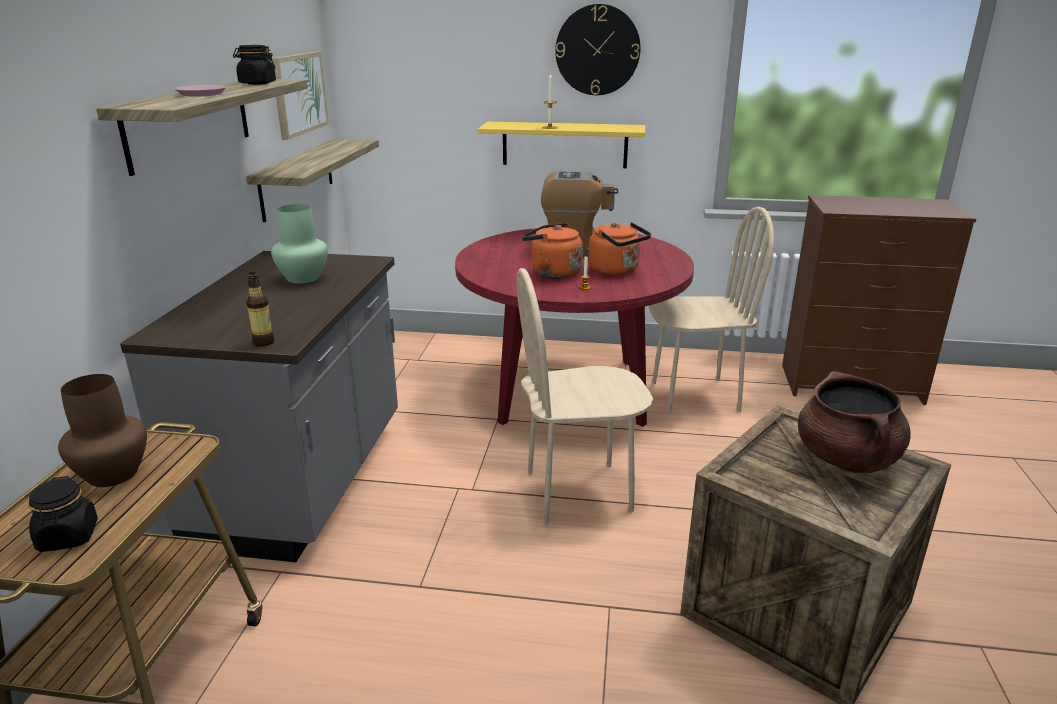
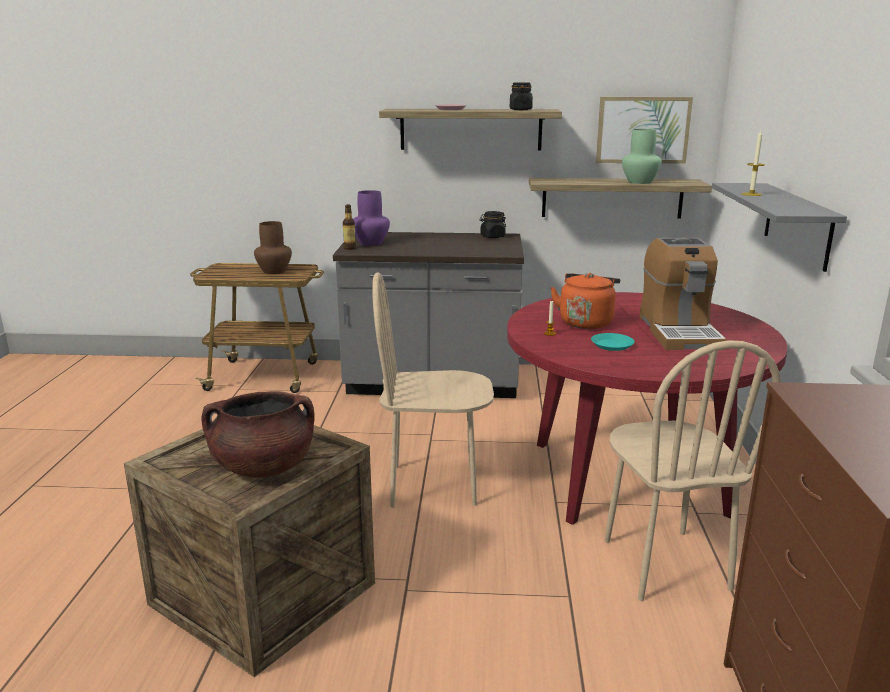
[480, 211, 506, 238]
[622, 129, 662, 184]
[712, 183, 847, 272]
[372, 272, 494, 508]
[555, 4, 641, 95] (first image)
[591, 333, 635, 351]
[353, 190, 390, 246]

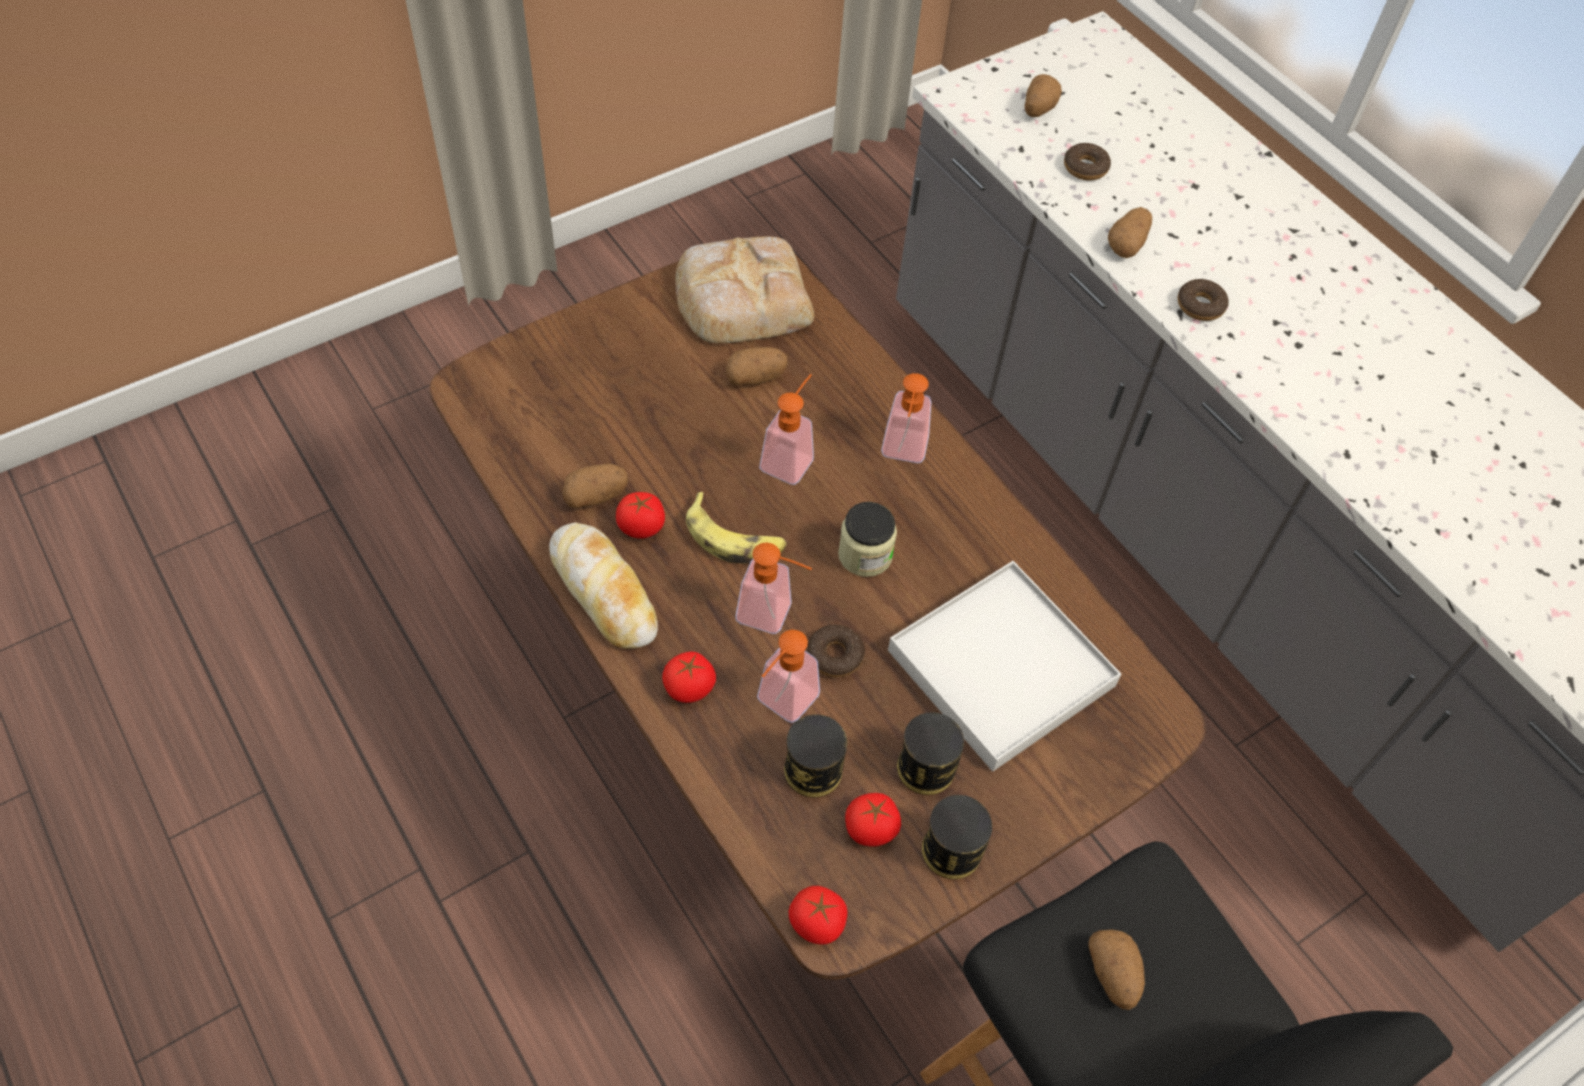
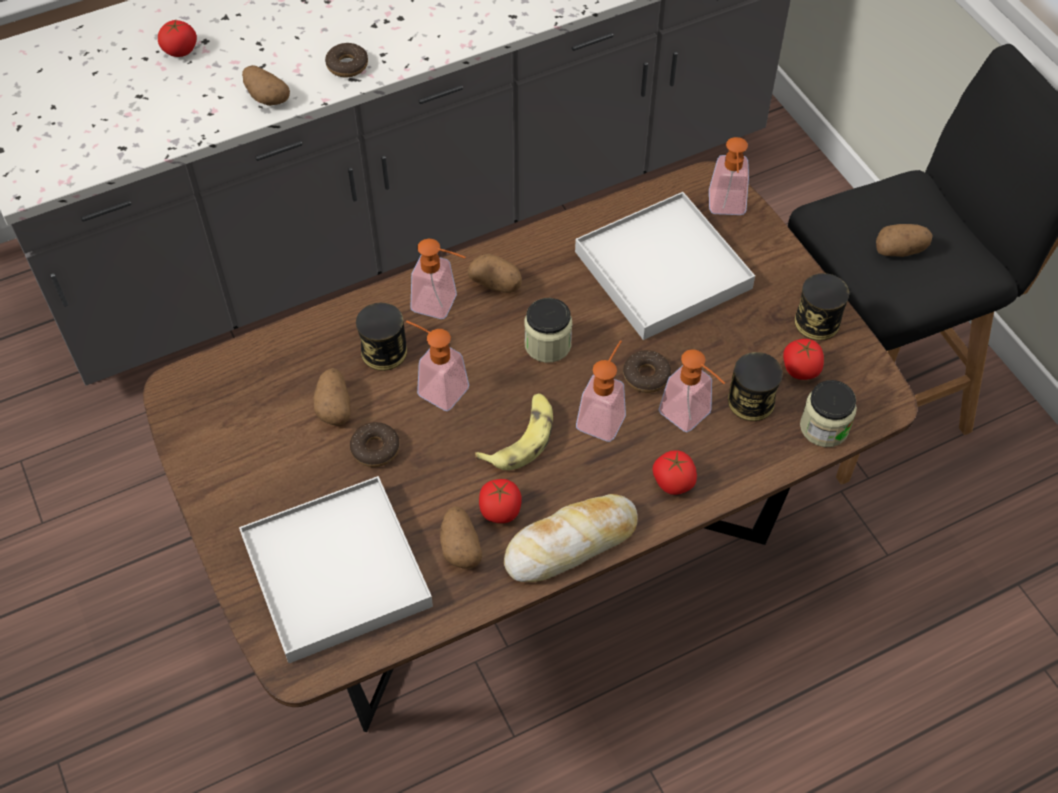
[675, 236, 814, 343] (first image)
[158, 20, 197, 57]
[356, 303, 407, 371]
[467, 254, 522, 293]
[350, 422, 400, 467]
[239, 476, 433, 663]
[709, 137, 749, 215]
[800, 380, 857, 447]

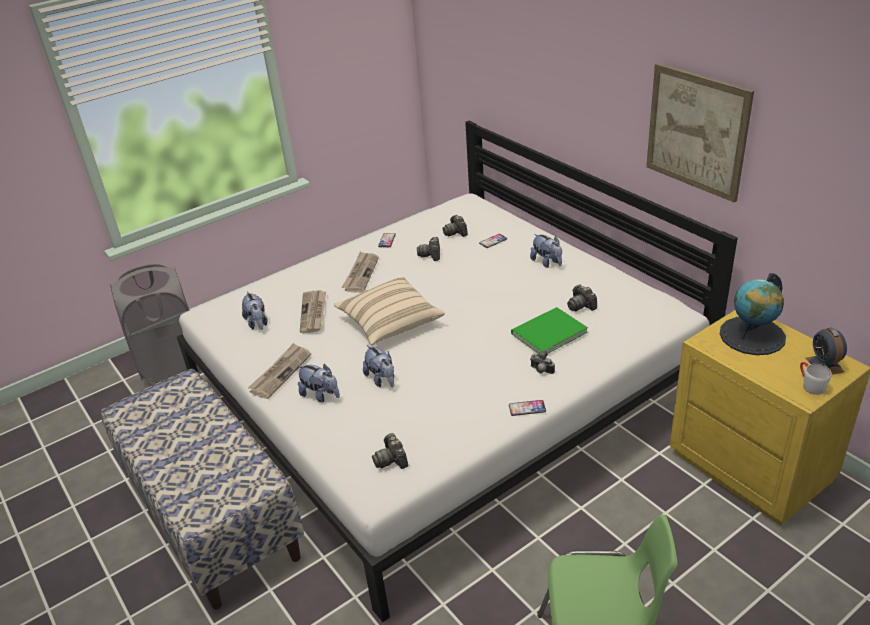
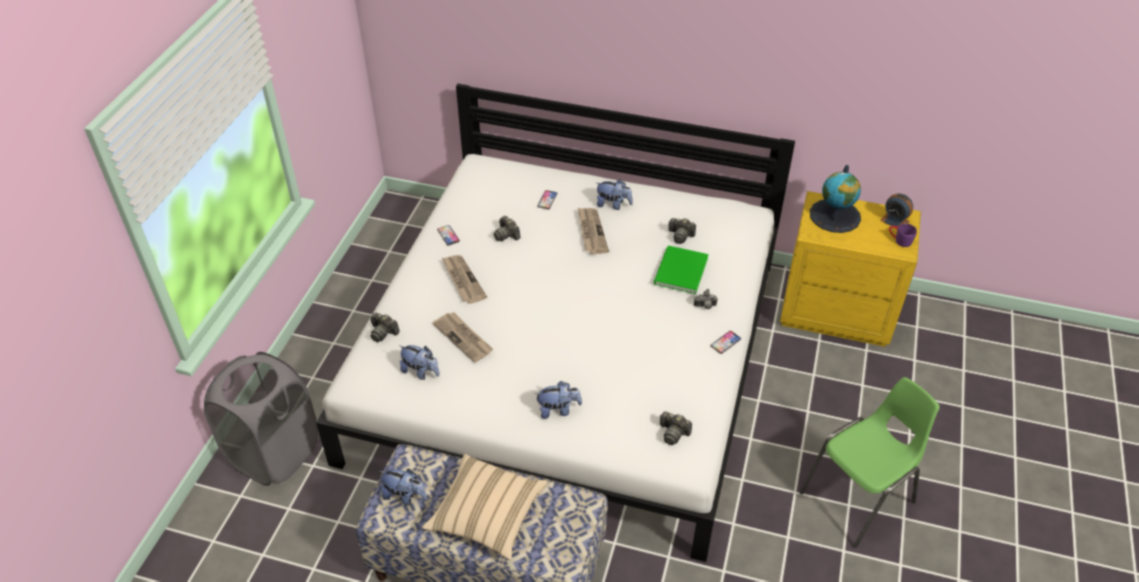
[578, 208, 609, 254]
[422, 454, 548, 560]
[379, 469, 427, 505]
[370, 313, 400, 342]
[646, 63, 754, 203] (first image)
[889, 224, 917, 247]

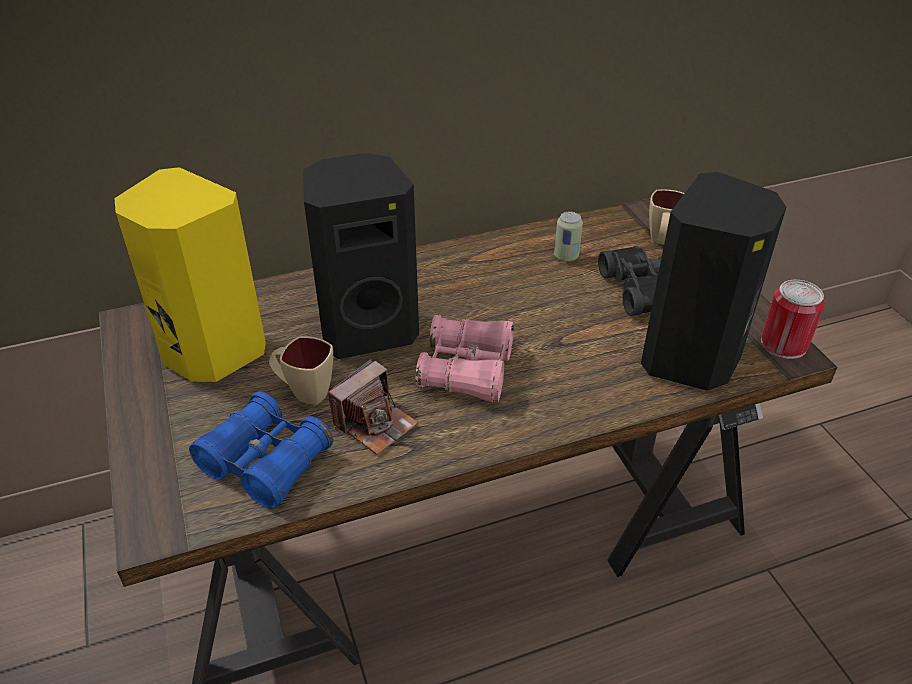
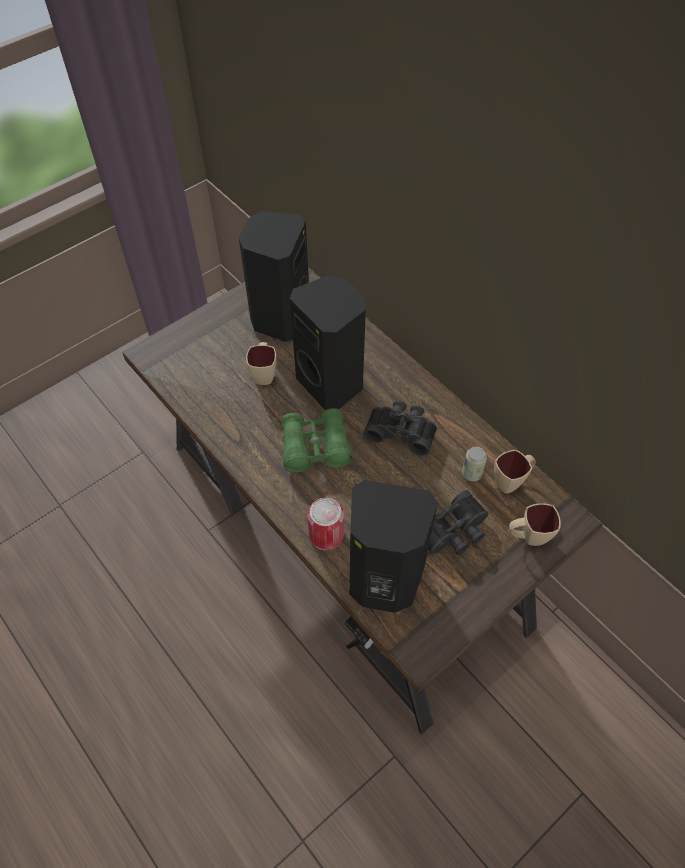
[239, 211, 309, 342]
[189, 391, 334, 509] (first image)
[328, 359, 418, 455] (first image)
[280, 408, 353, 473]
[307, 498, 344, 550]
[363, 400, 437, 456]
[494, 450, 536, 494]

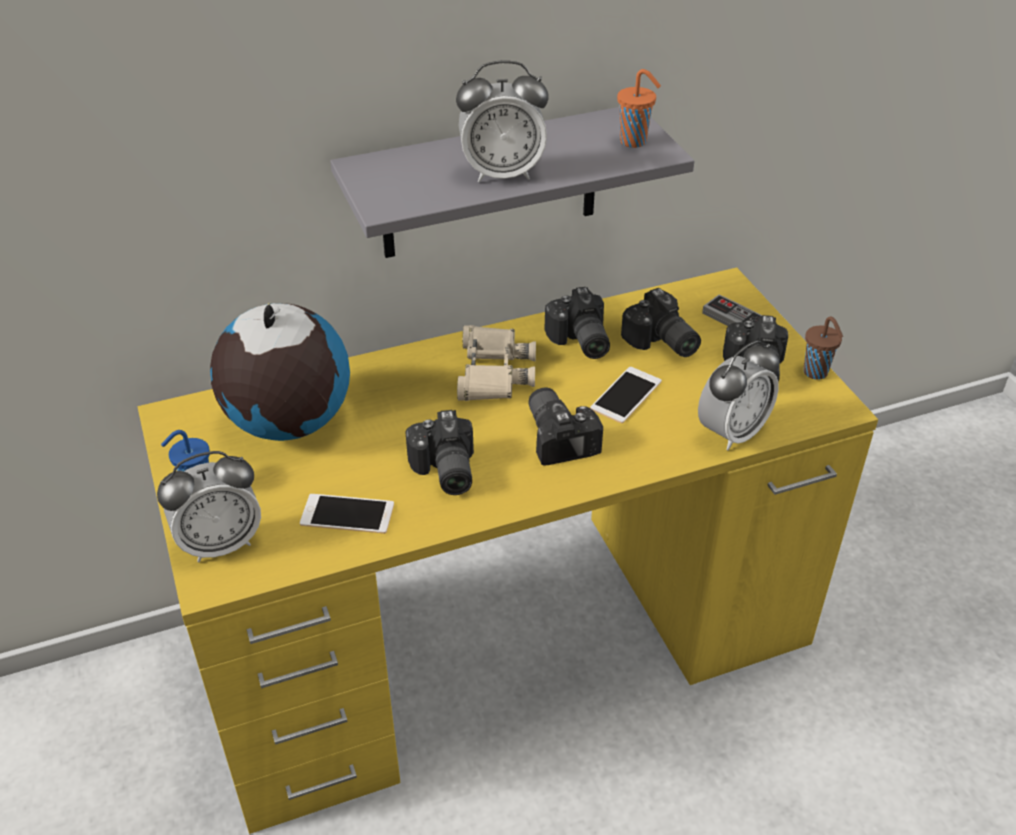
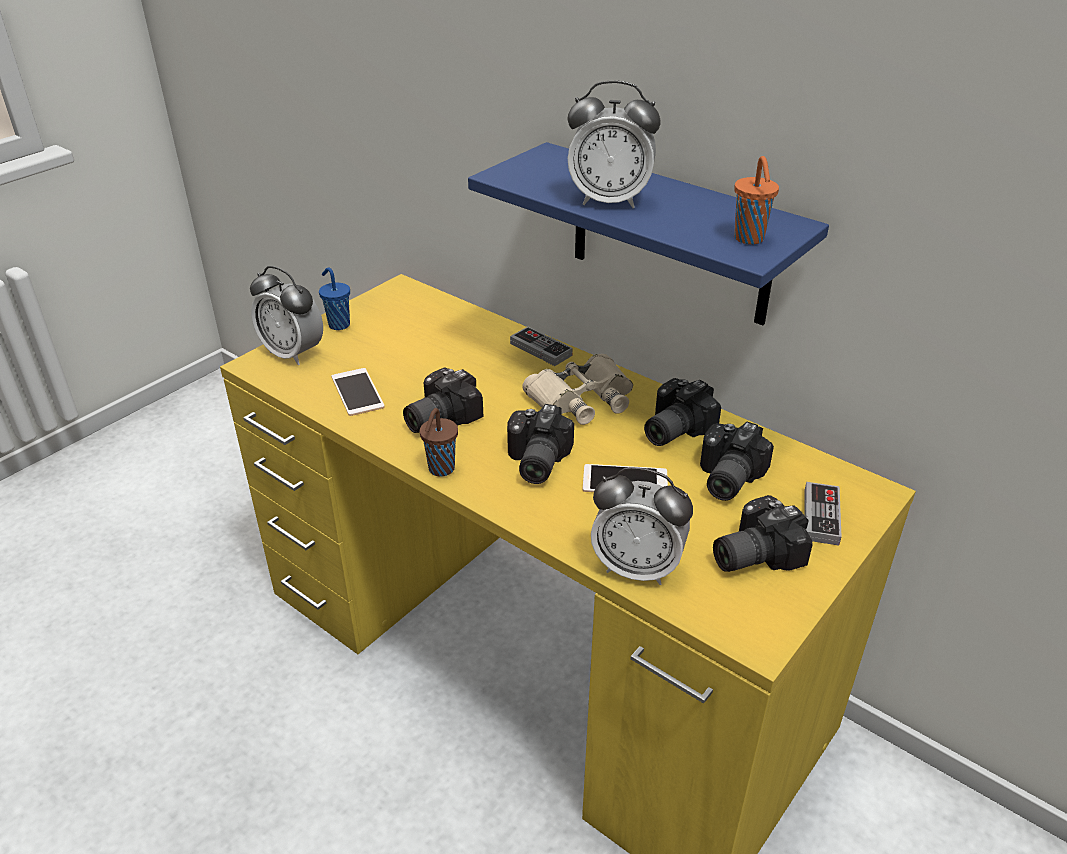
[210, 302, 350, 441] (first image)
[468, 142, 829, 325]
[567, 80, 661, 208]
[507, 404, 574, 484]
[420, 408, 458, 477]
[510, 327, 573, 366]

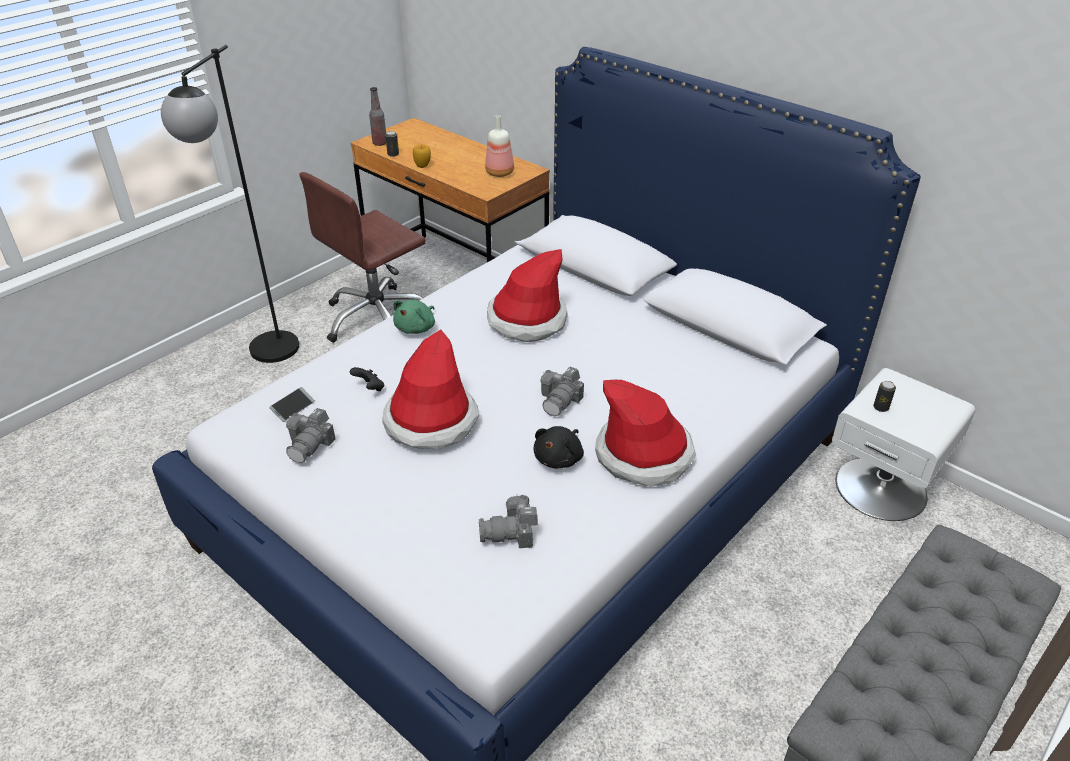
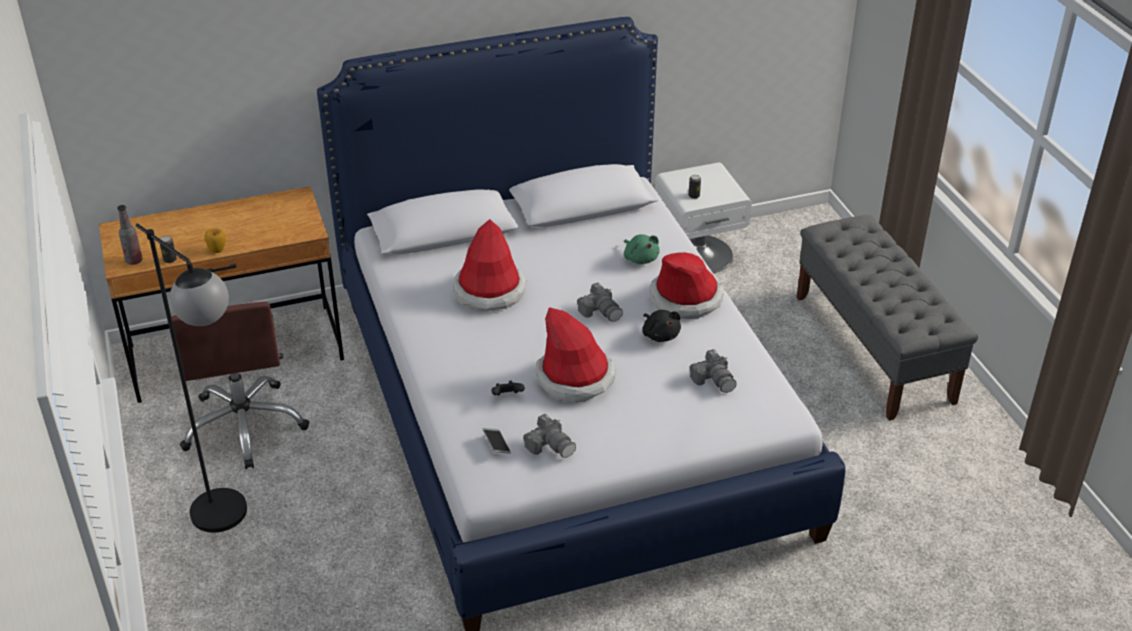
[624, 234, 660, 264]
[689, 349, 737, 393]
[485, 115, 514, 177] (first image)

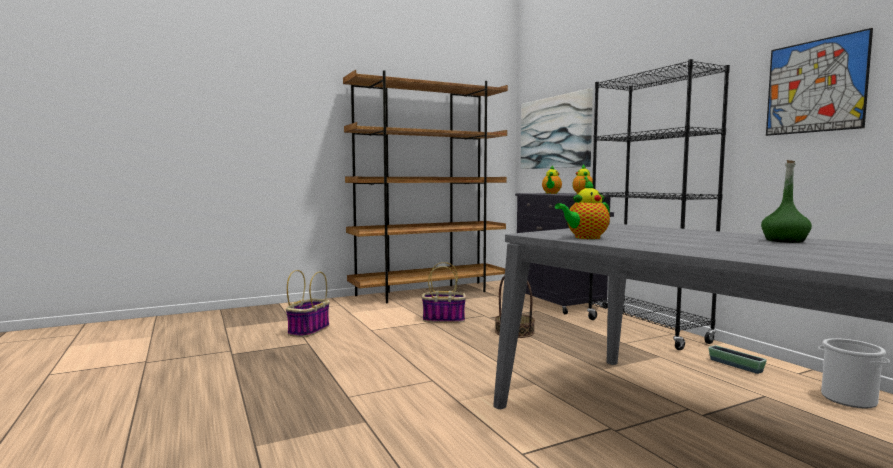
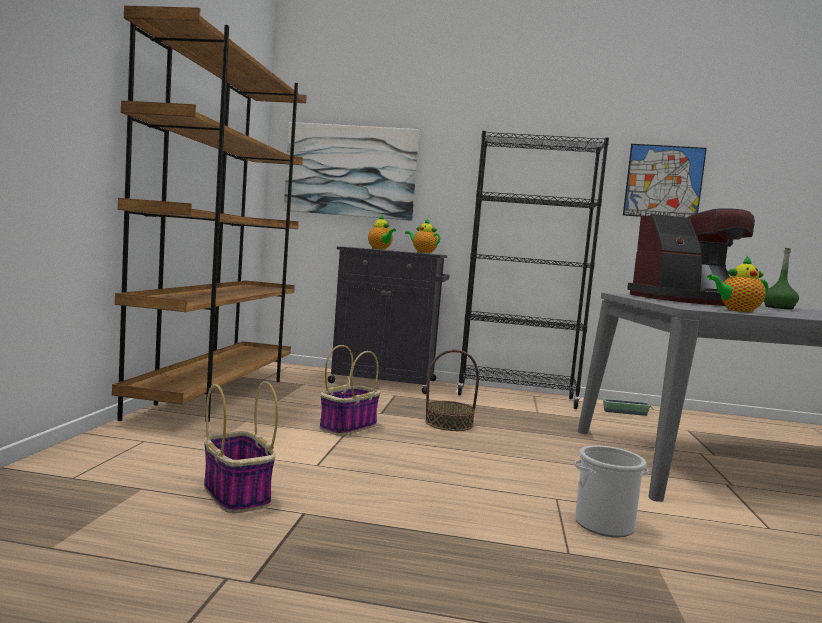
[707, 256, 769, 313]
[574, 446, 648, 538]
[627, 209, 755, 306]

